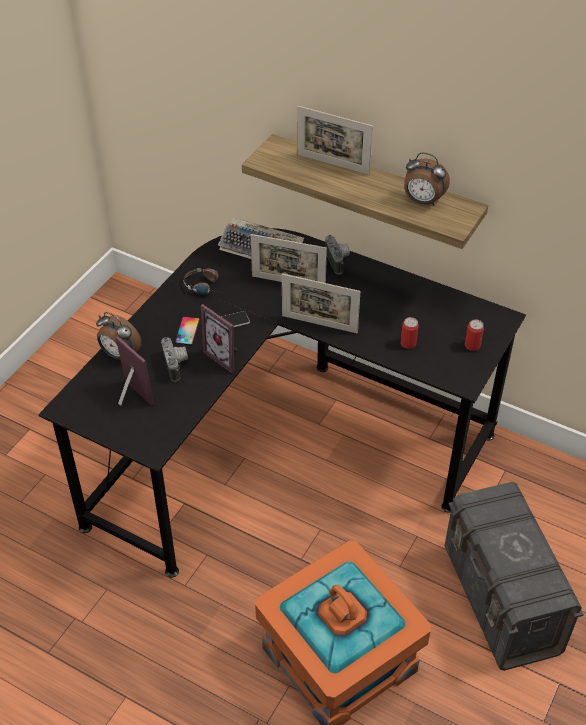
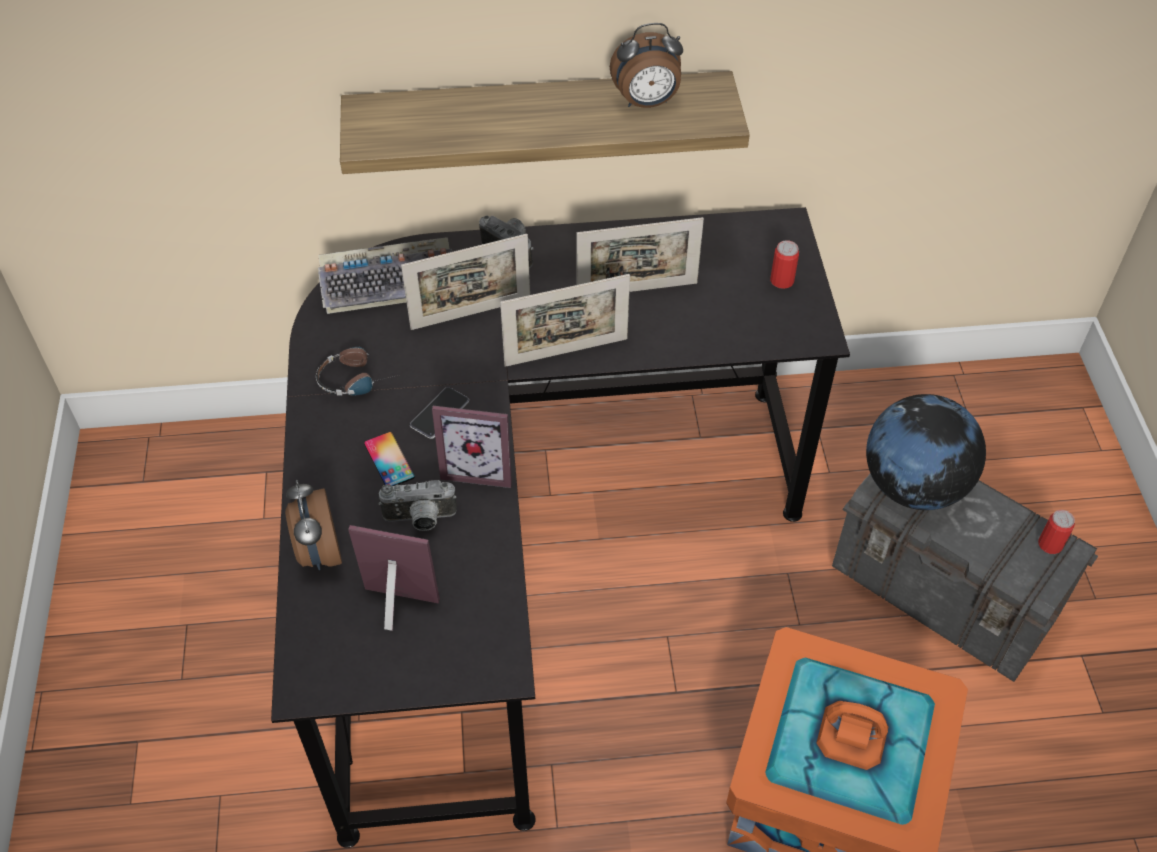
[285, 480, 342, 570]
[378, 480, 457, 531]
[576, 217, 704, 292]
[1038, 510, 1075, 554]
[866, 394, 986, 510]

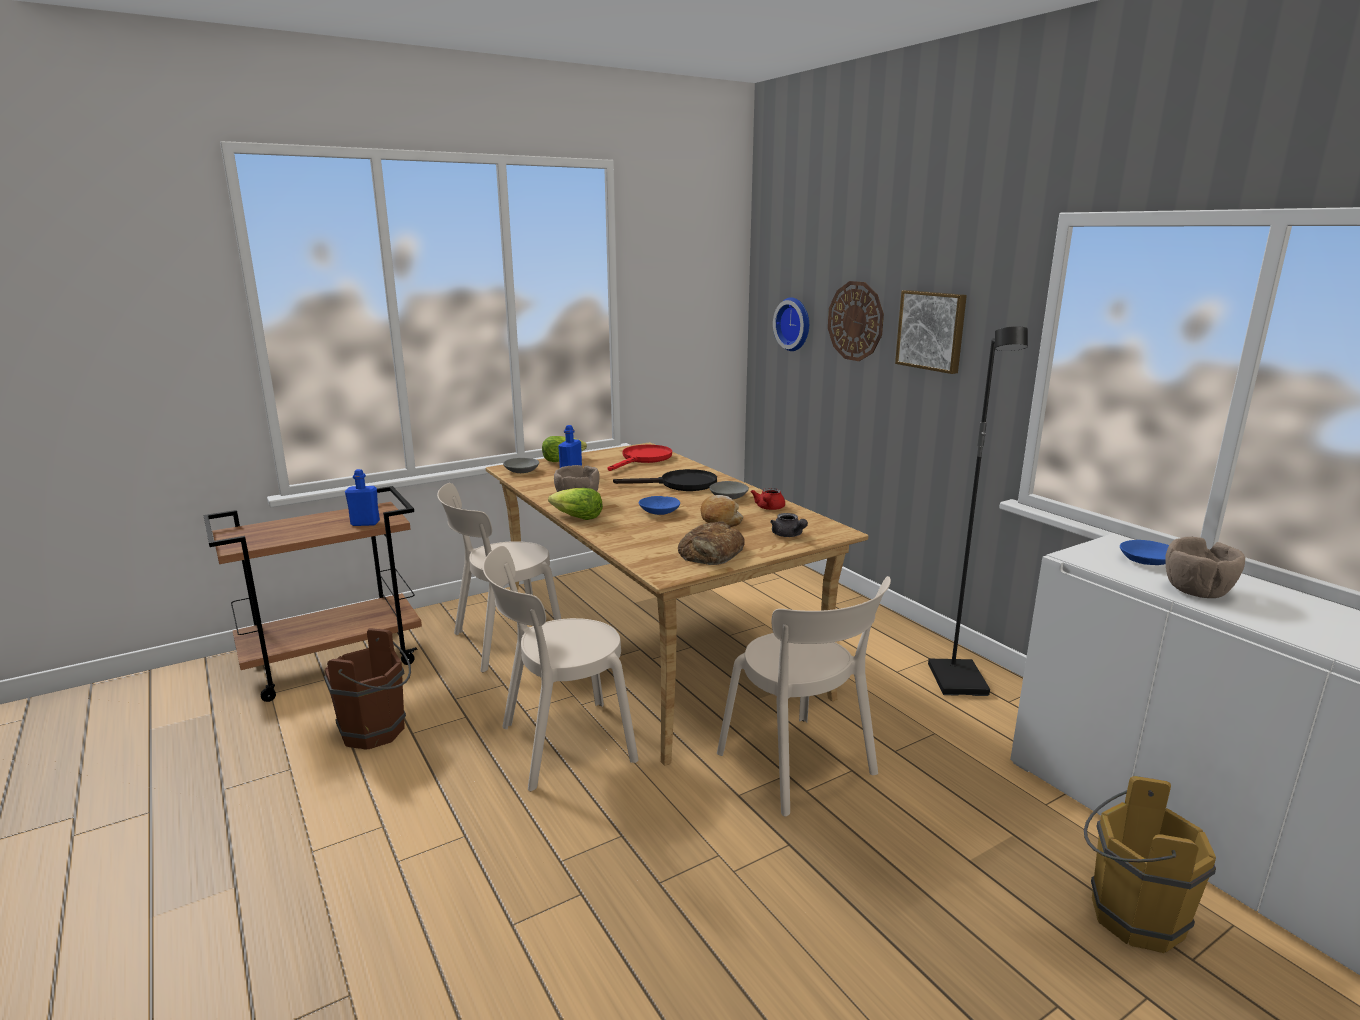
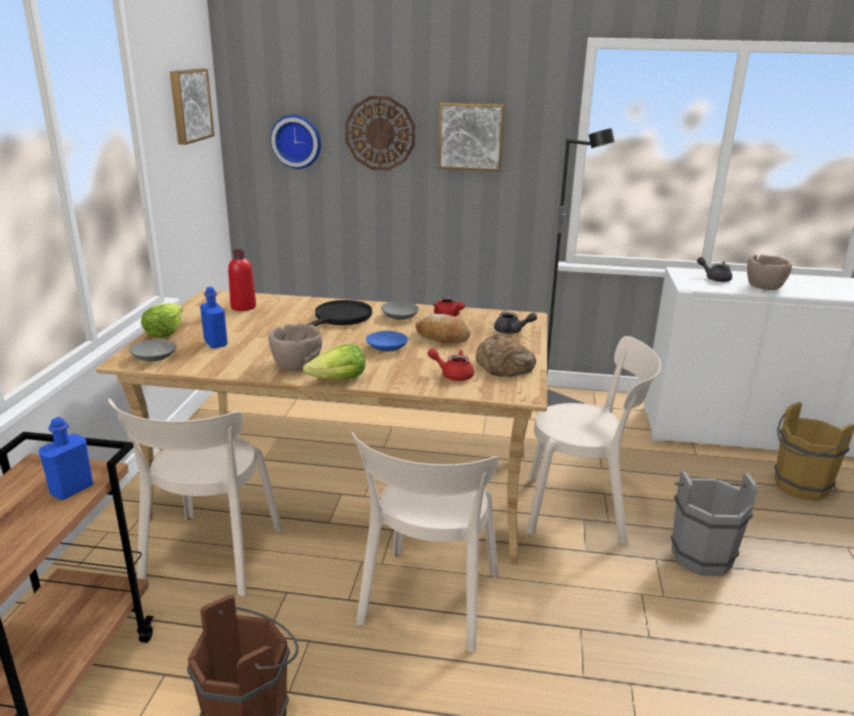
[228, 249, 256, 311]
[697, 257, 732, 282]
[170, 69, 214, 145]
[428, 348, 474, 381]
[671, 471, 758, 576]

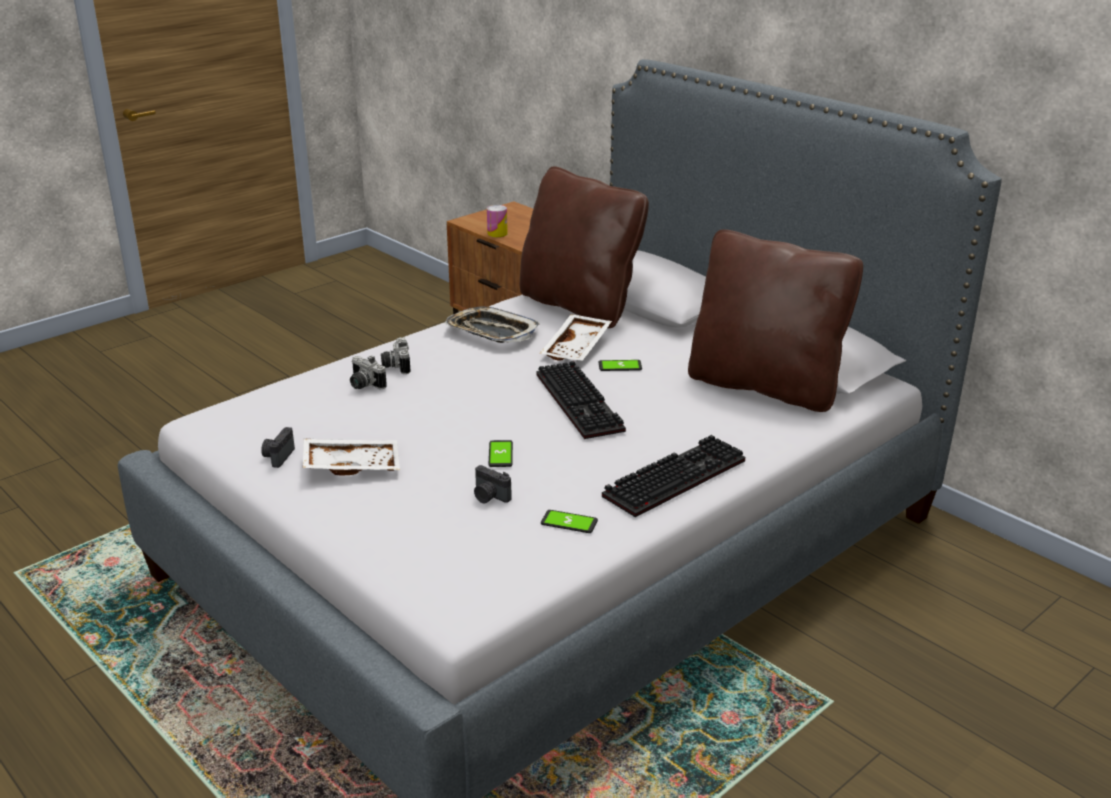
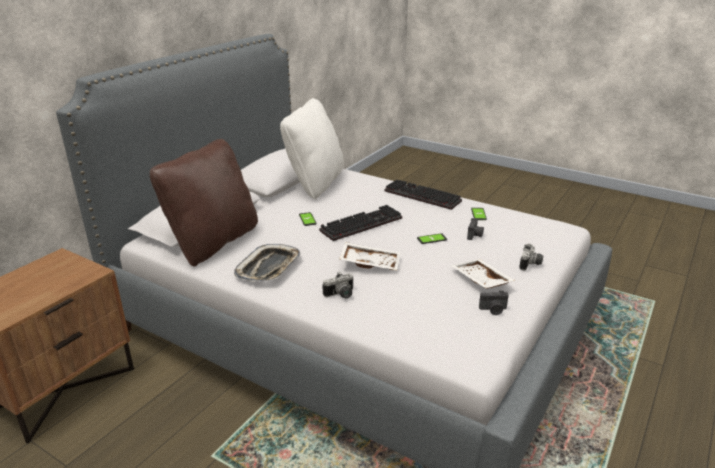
[519, 243, 544, 271]
[487, 205, 508, 237] (first image)
[339, 242, 400, 270]
[280, 98, 344, 200]

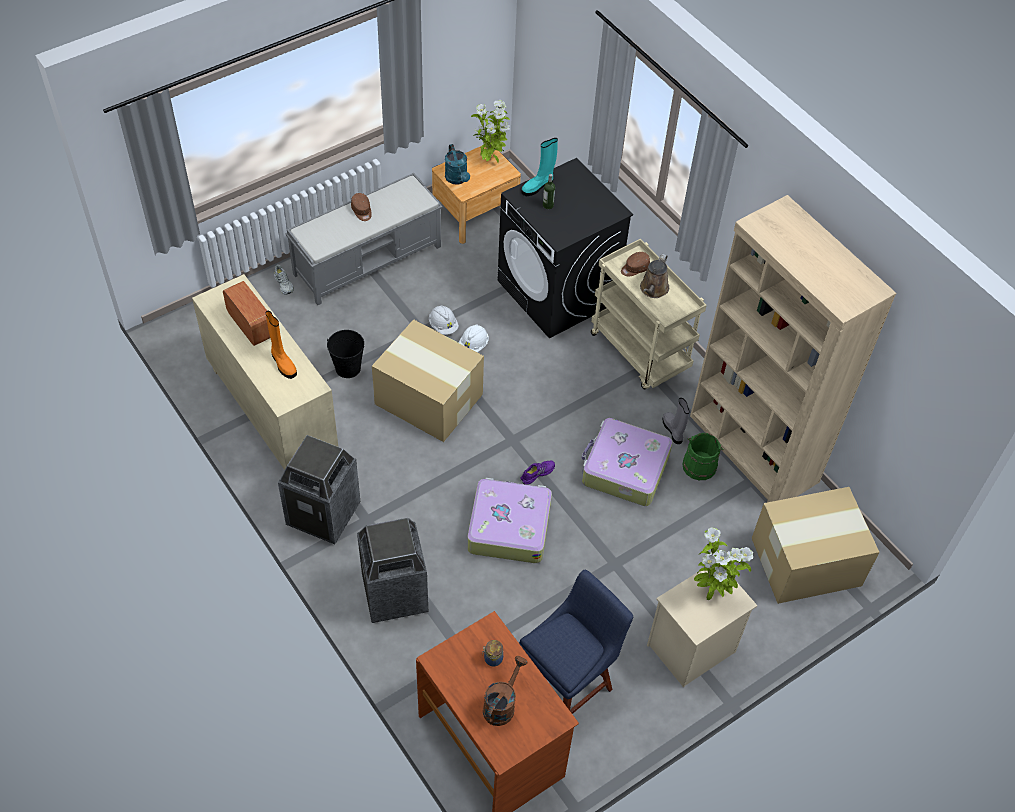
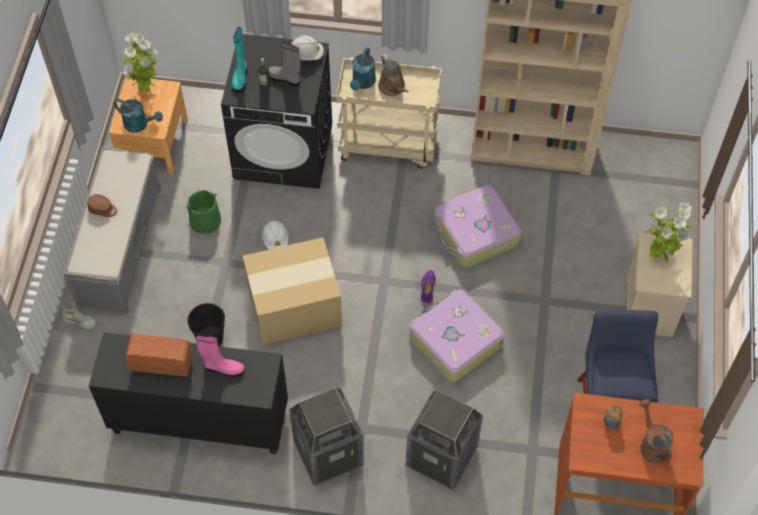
[89, 332, 288, 454]
[196, 335, 245, 377]
[292, 35, 324, 60]
[350, 47, 376, 91]
[269, 42, 301, 87]
[186, 190, 221, 234]
[752, 487, 879, 604] (first image)

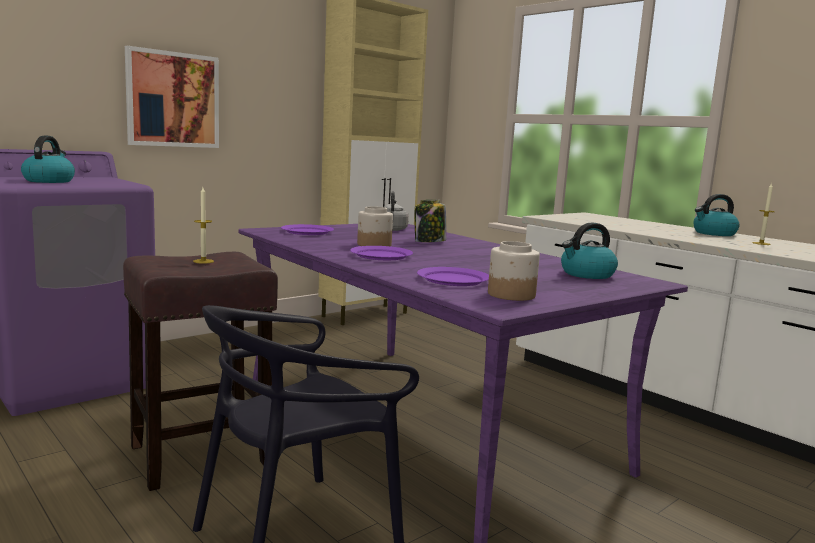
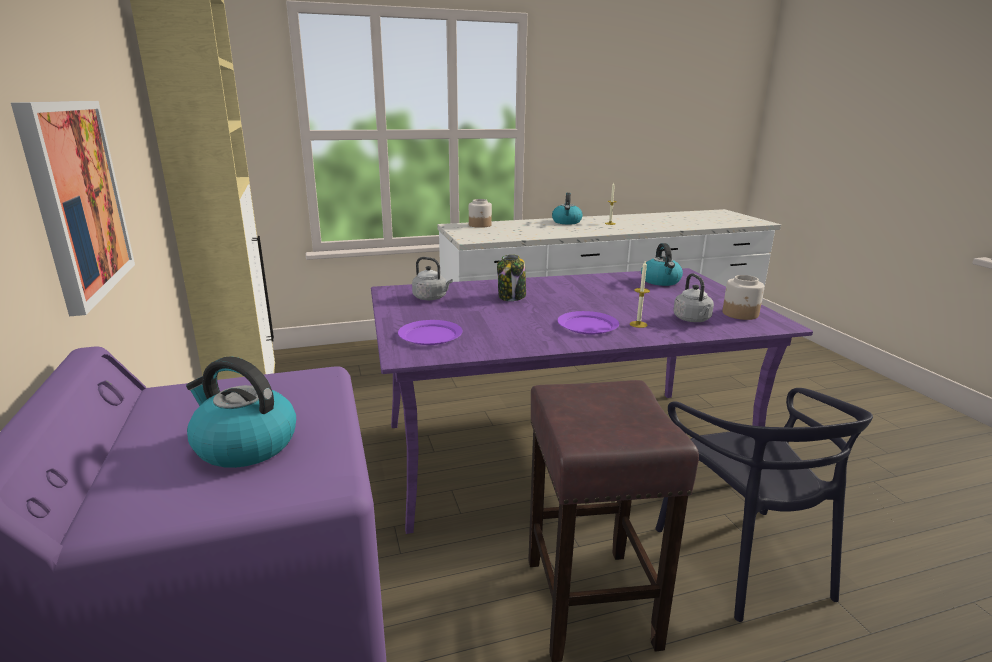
[630, 261, 650, 328]
[469, 199, 492, 228]
[673, 273, 714, 322]

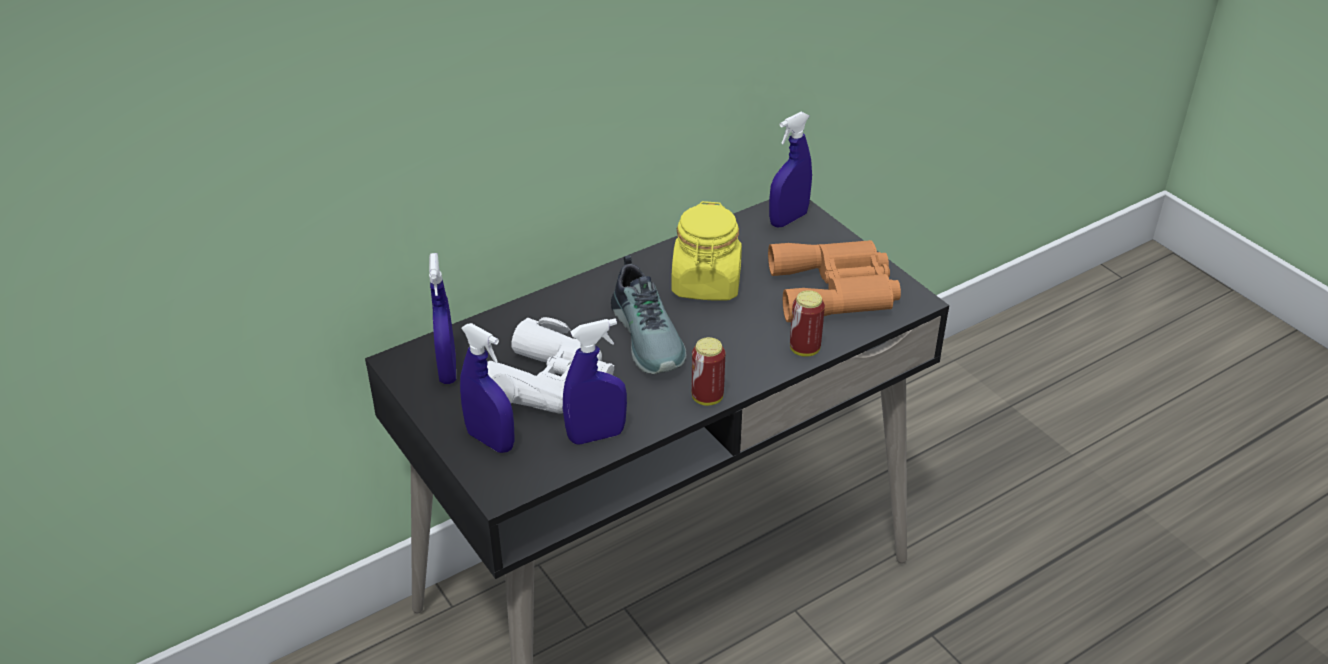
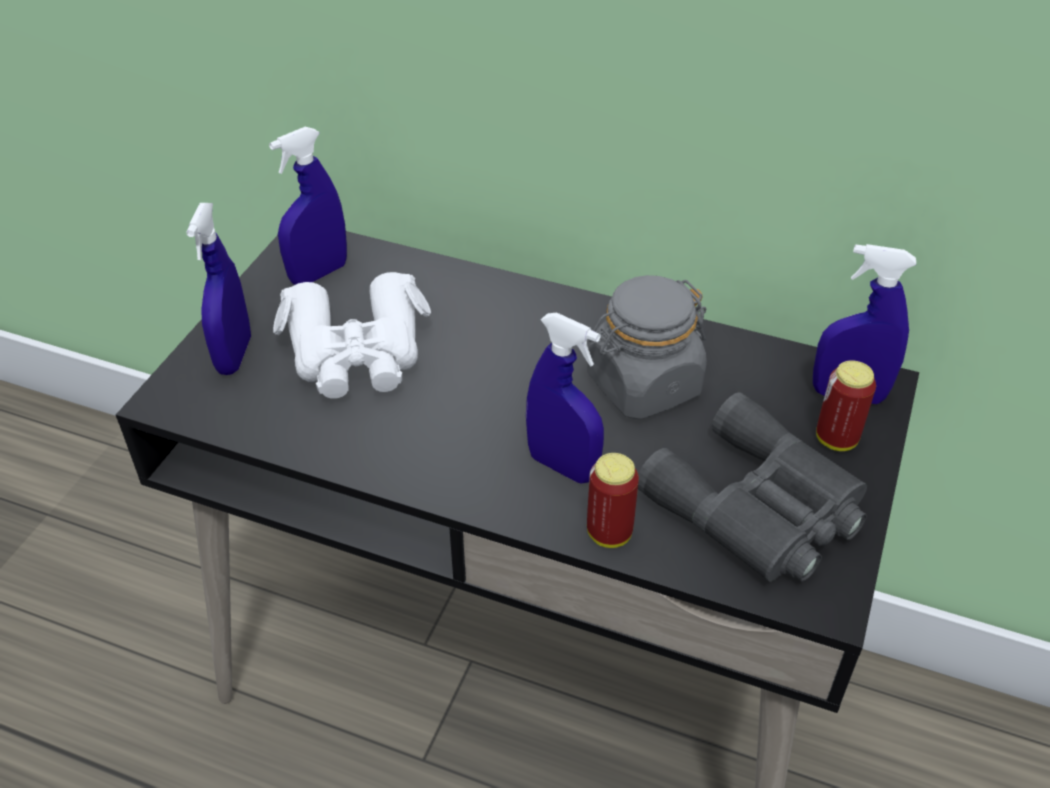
[526, 313, 604, 483]
[611, 255, 687, 374] (first image)
[587, 275, 707, 420]
[816, 360, 876, 451]
[638, 392, 867, 582]

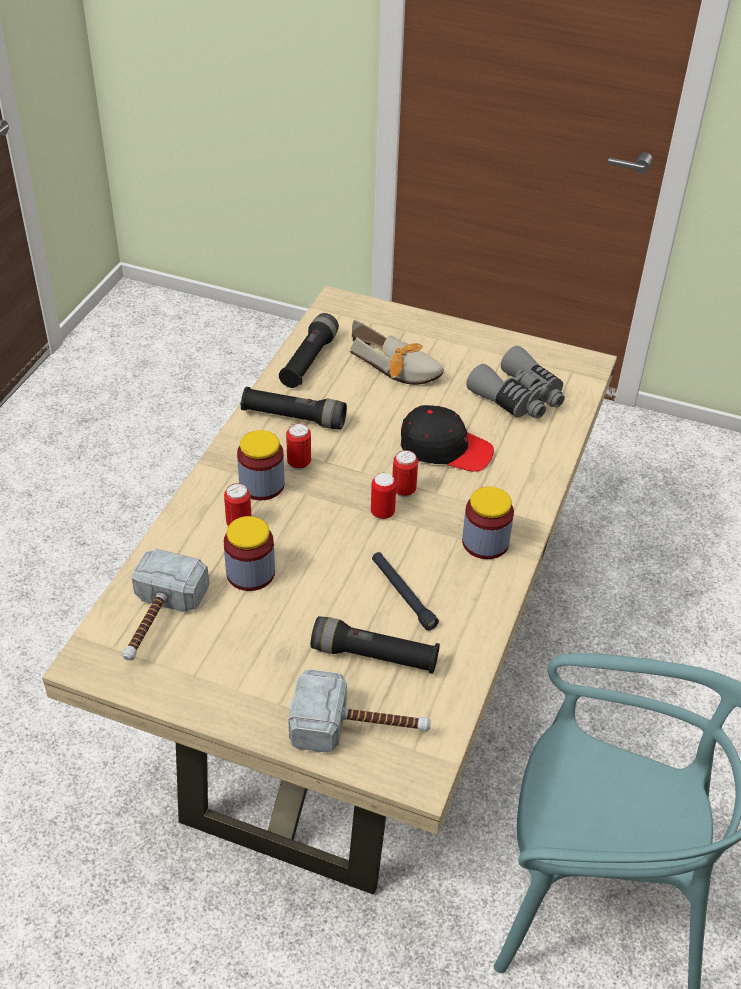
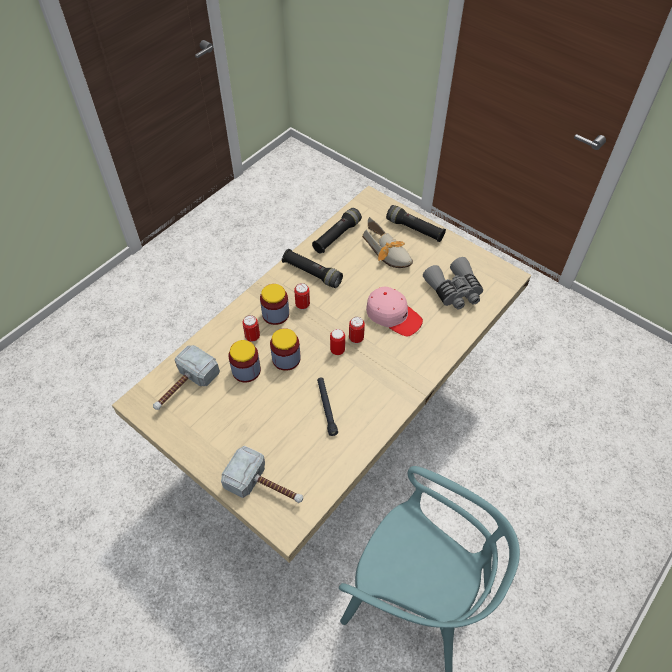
[386, 205, 446, 242]
[366, 286, 423, 336]
[270, 328, 301, 371]

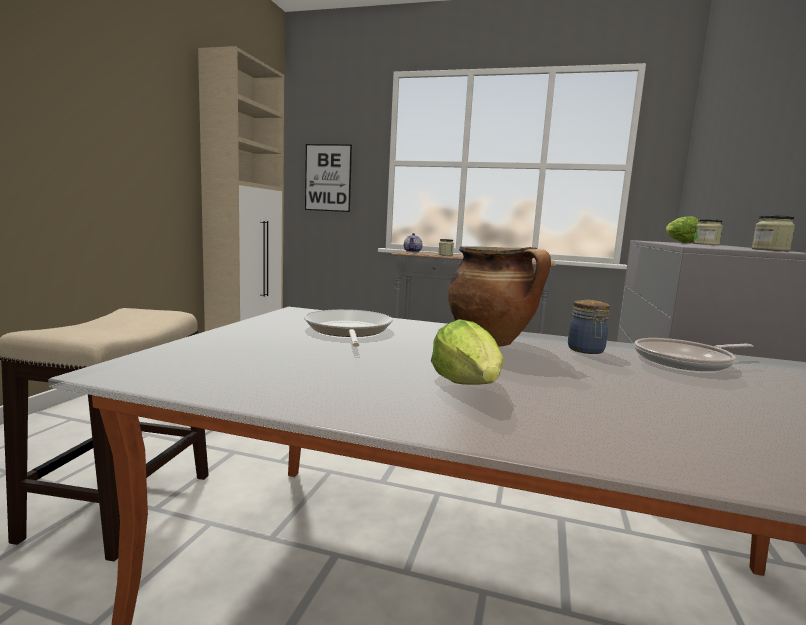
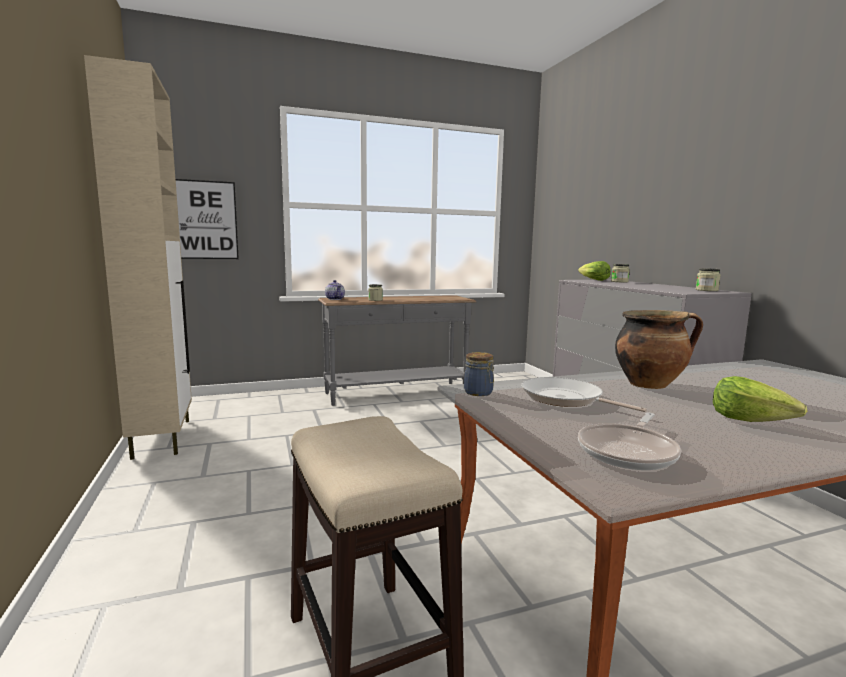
[464, 352, 494, 396]
[578, 413, 681, 470]

